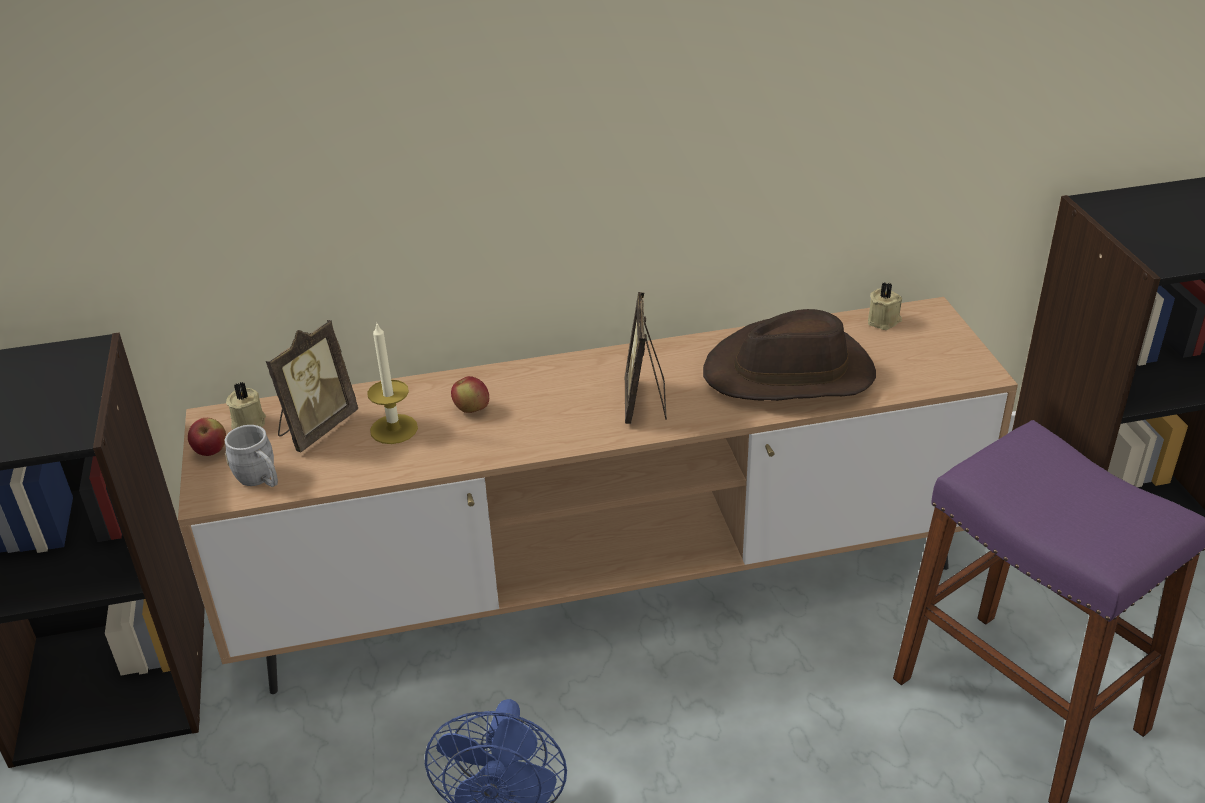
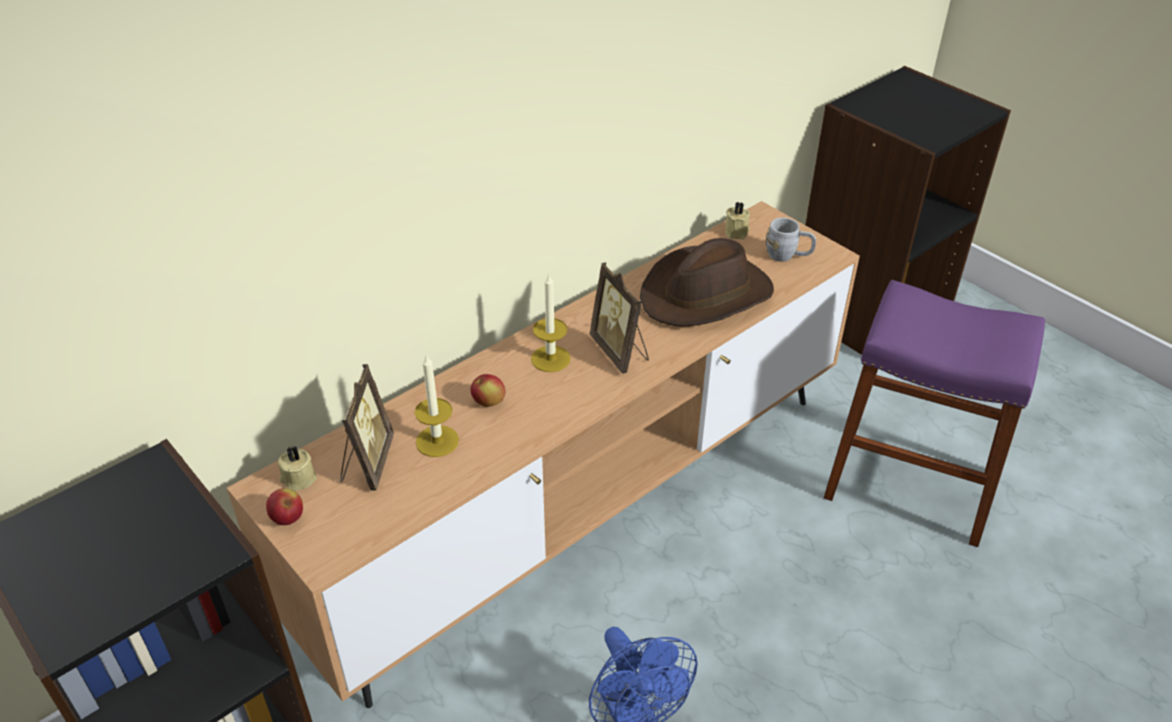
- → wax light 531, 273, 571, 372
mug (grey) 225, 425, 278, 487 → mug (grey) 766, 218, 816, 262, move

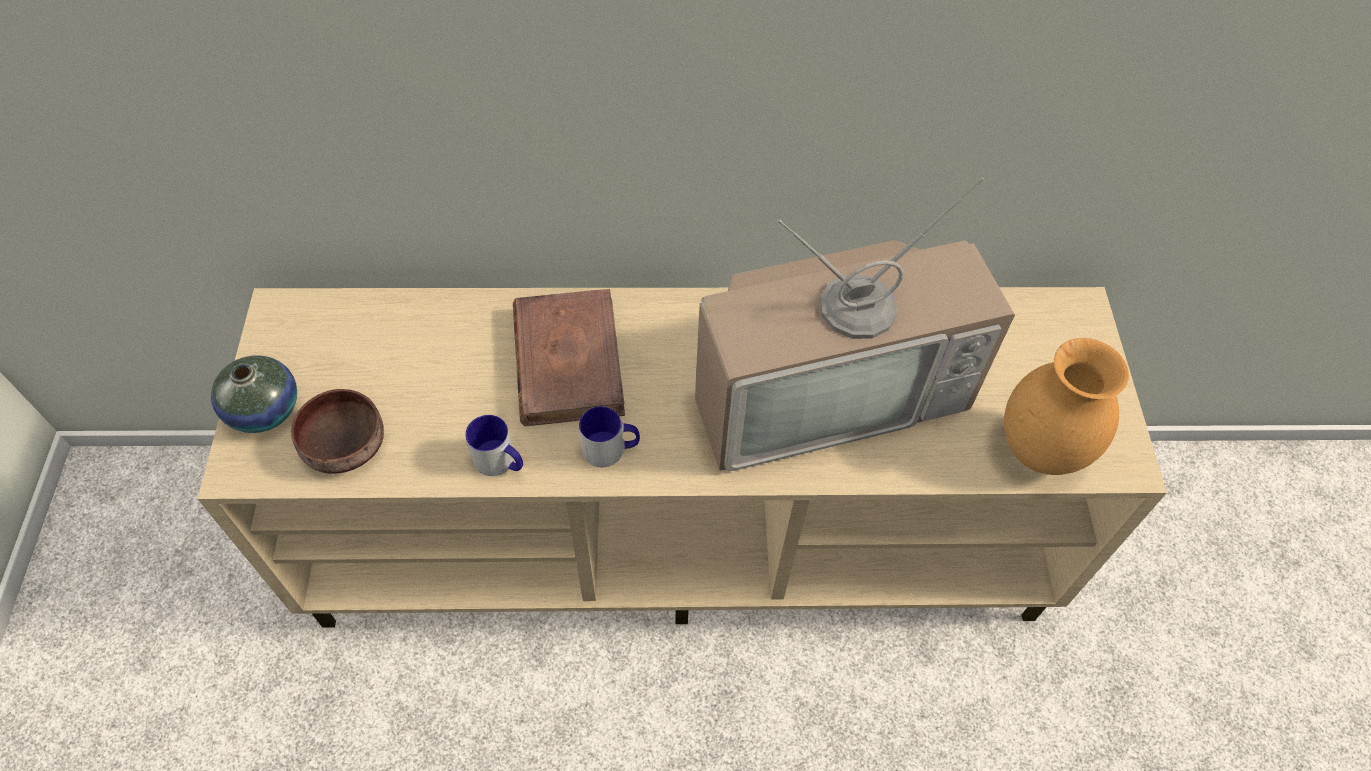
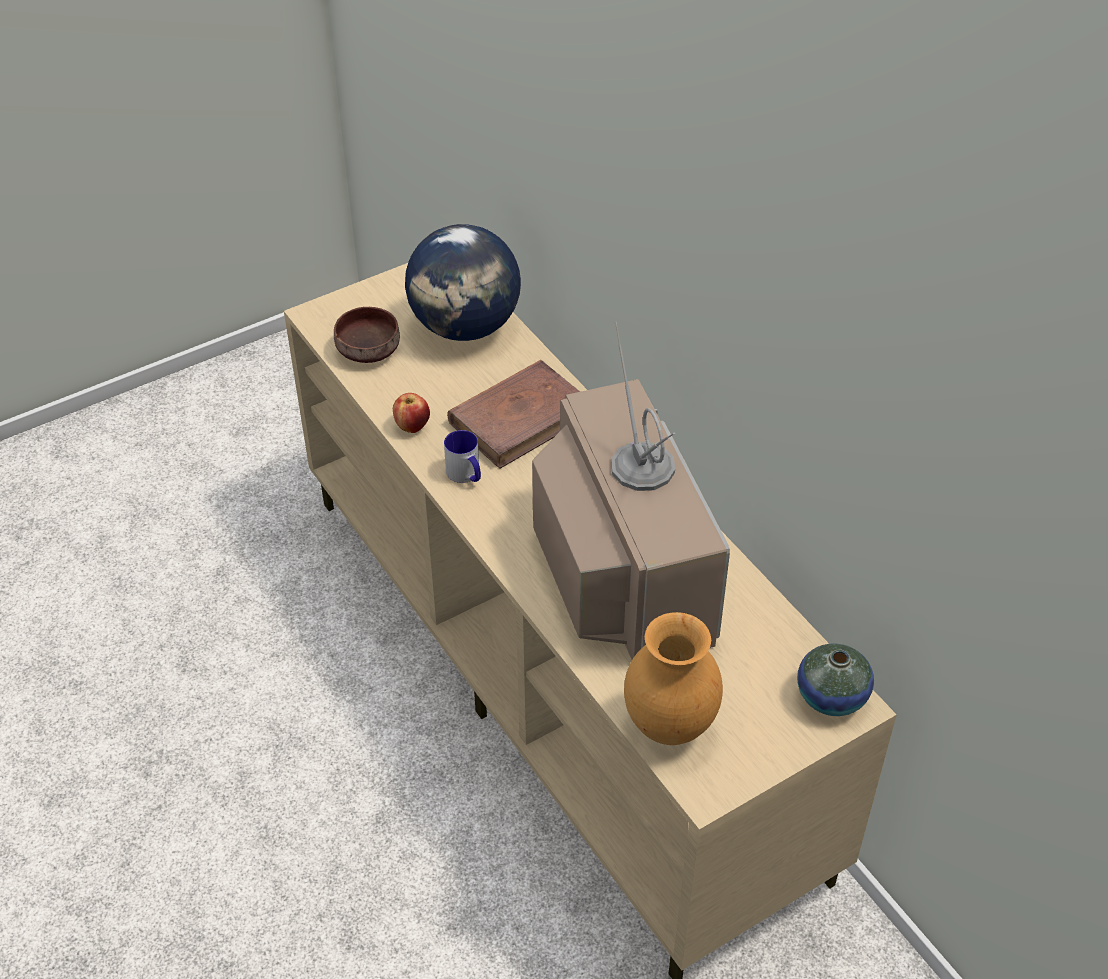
mug 465, 415, 523, 476 → whole apple 393, 393, 430, 433
- → desk globe 405, 224, 521, 341
TV 695, 178, 1015, 471 → TV 532, 322, 730, 659, 150 degrees counterclockwise
decorative vase 211, 355, 297, 433 → decorative vase 797, 643, 874, 716, move

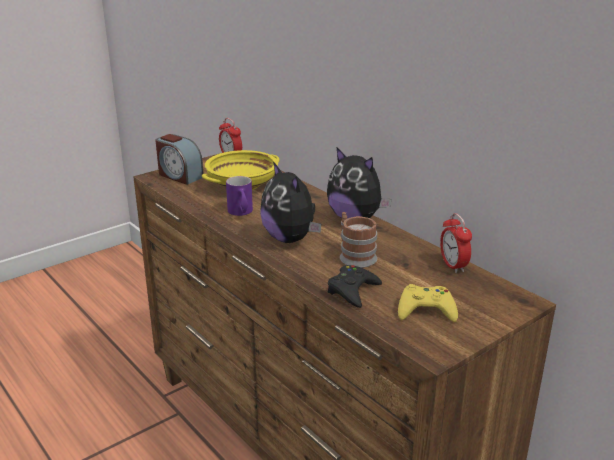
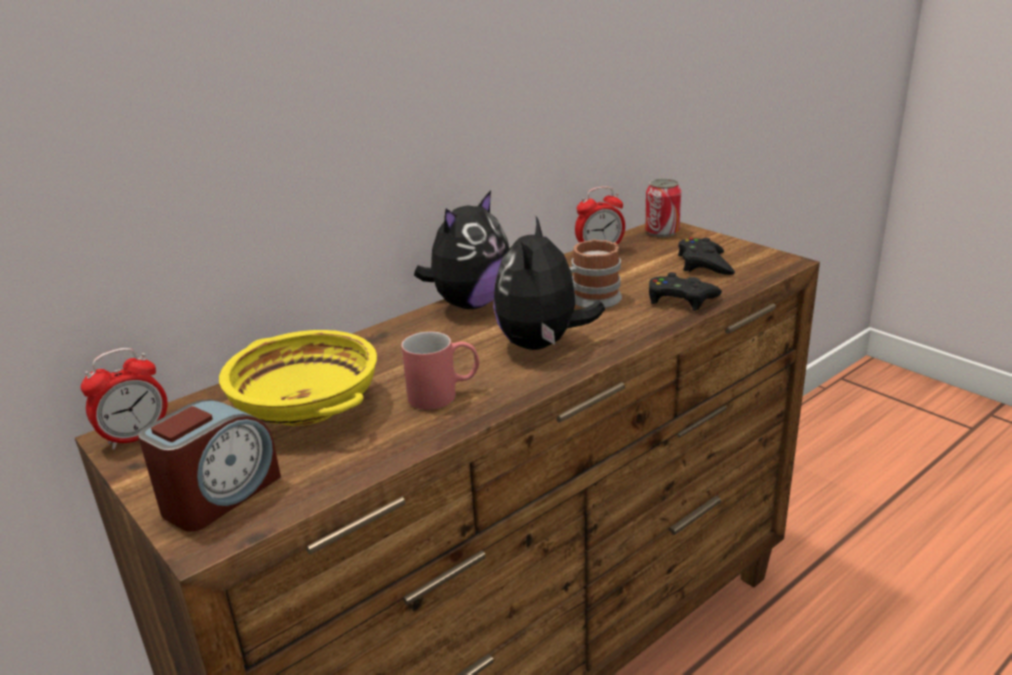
mug (purplish) 226, 176, 253, 216 → mug (reddish) 401, 332, 479, 410
cuddly toy 260, 162, 321, 243 → cuddly toy 493, 216, 605, 350, 135 degrees clockwise
- → metal can 645, 179, 681, 237
joypad (yellow-coloured) 398, 284, 458, 322 → joypad (blackish) 678, 238, 735, 275

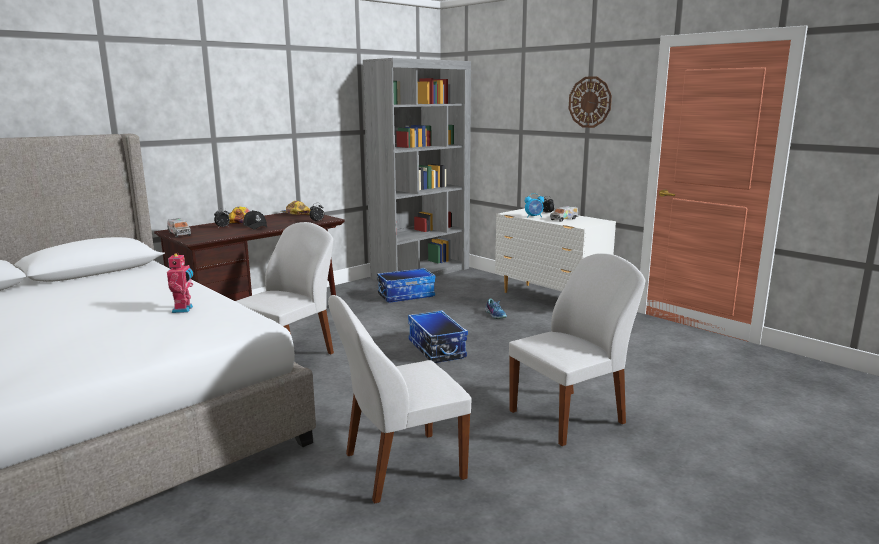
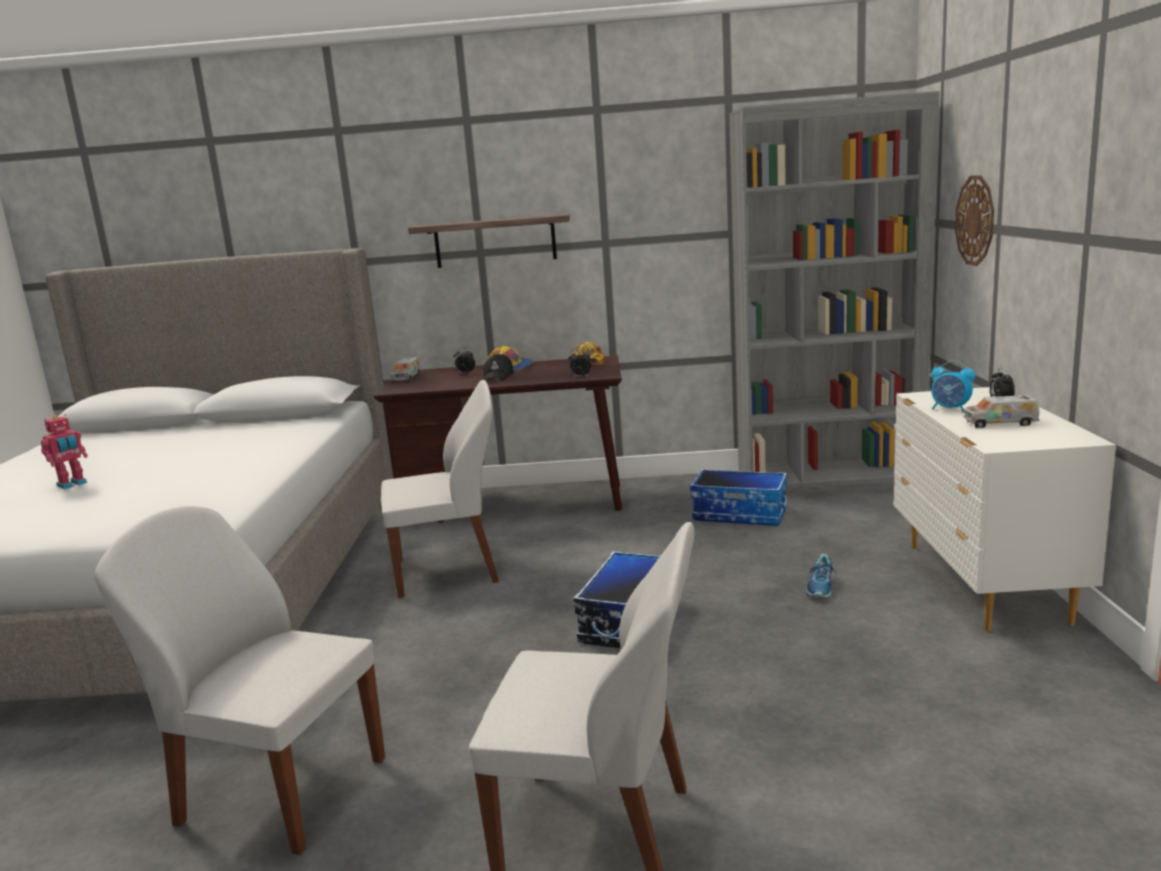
robot figure 167, 253, 193, 313 → robot figure 41, 414, 88, 489, move
- → shelf 408, 214, 570, 268
hanging clock 569, 76, 612, 128 → hanging clock 955, 175, 994, 266, move

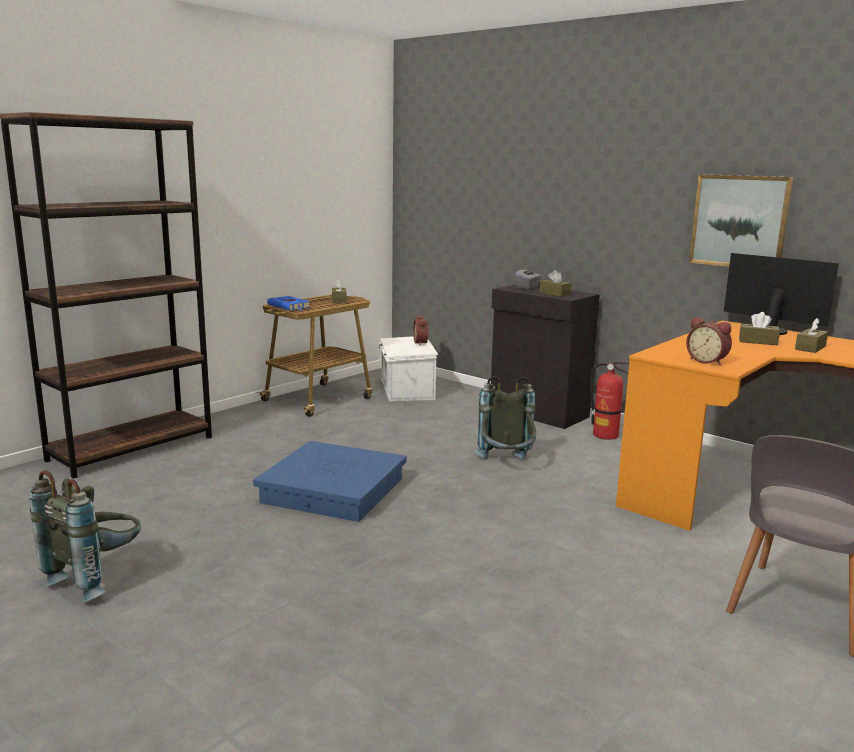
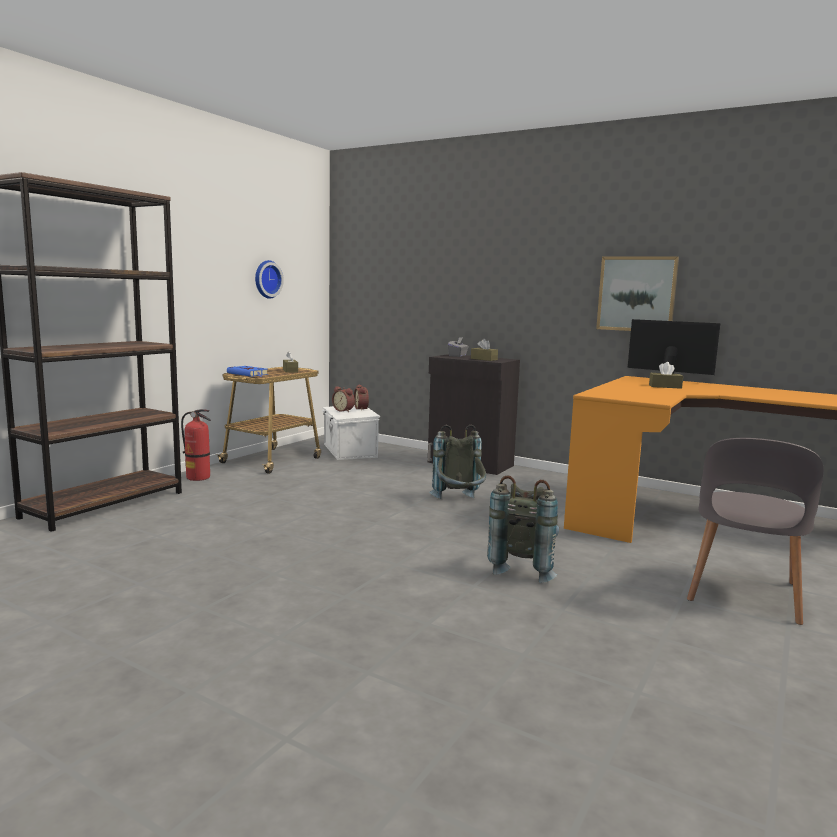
extinguisher 590, 361, 629, 440 → extinguisher 181, 409, 211, 481, move
- → hanging clock 255, 260, 284, 299
bedside clock 686, 317, 732, 365 → bedside clock 332, 387, 355, 412, move
knapsack (grey) 29, 470, 141, 603 → knapsack (grey) 487, 475, 559, 583, move
storage box (bluish) 253, 441, 407, 522 → -
tissue box (brownish) 795, 318, 828, 353 → -

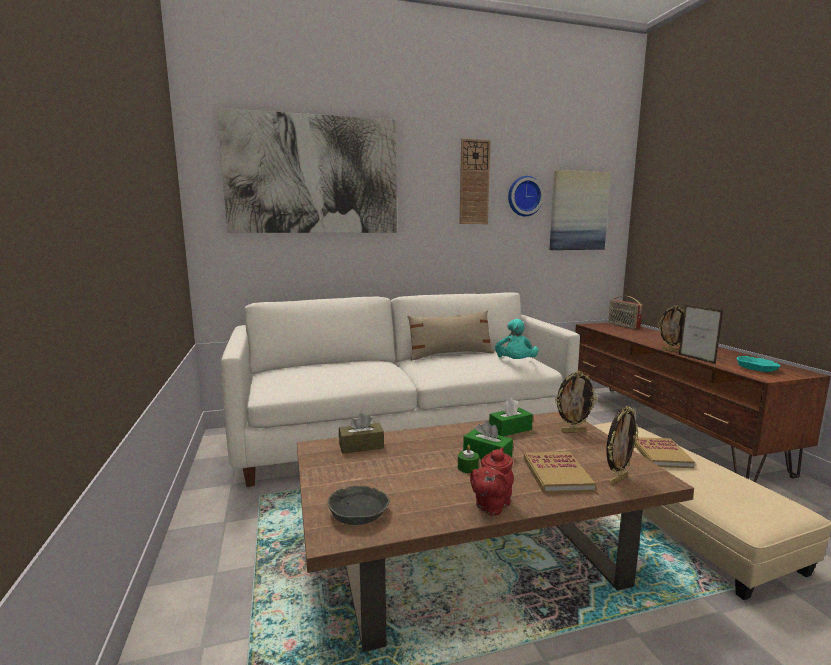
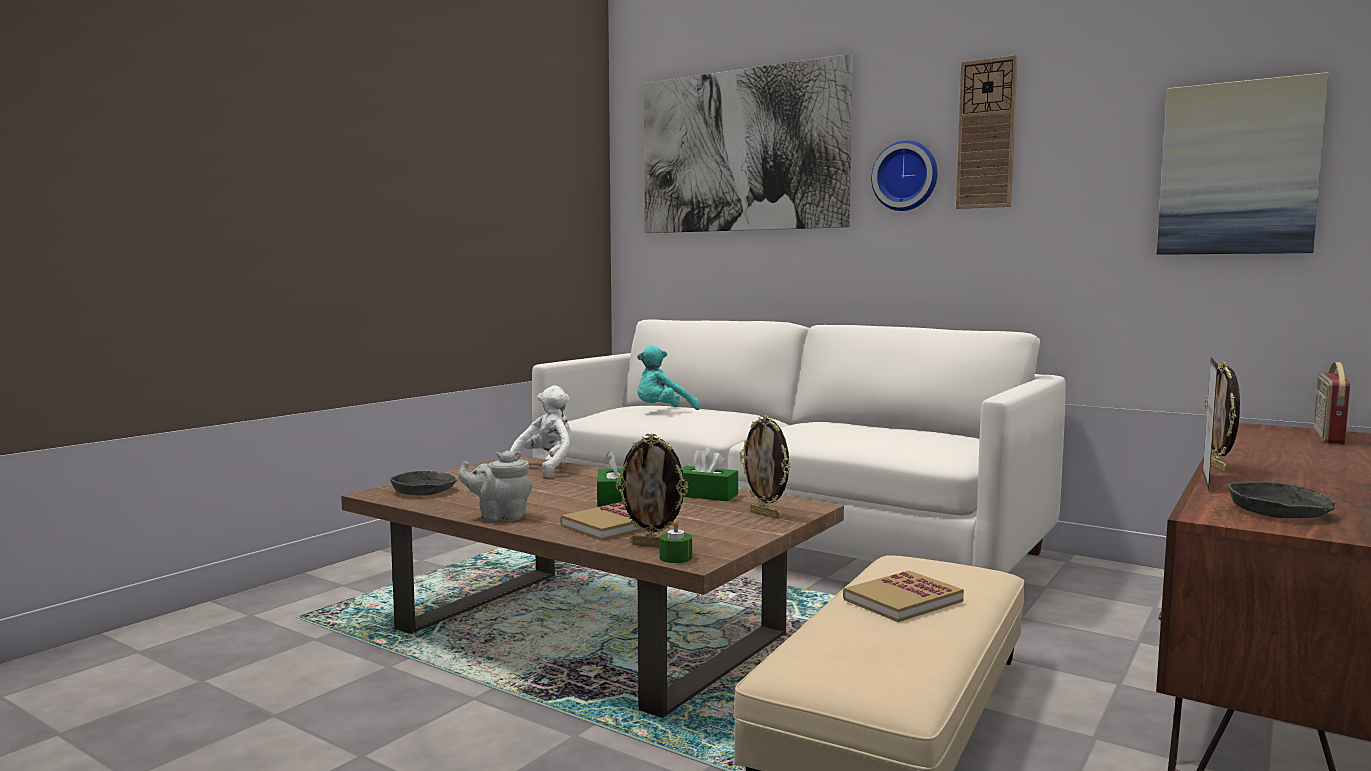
pot for tea (reddish) 470, 447, 514, 516 → pot for tea (grey) 458, 450, 532, 521
tissue box (brownish) 339, 413, 384, 454 → cuddly toy (whitish) 510, 386, 573, 478
cuddly toy (turquoise-coloured) 495, 319, 539, 359 → cuddly toy (turquoise-coloured) 637, 345, 700, 410, move
wax light (green) 458, 445, 479, 473 → wax light (green) 659, 519, 692, 563, move
hanging clock 508, 176, 544, 216 → hanging clock 871, 140, 938, 211, move
serving bowl (turquoise-coloured) 737, 356, 781, 372 → serving bowl (grey) 1227, 482, 1336, 518
pillow (beige-coloured) 408, 310, 494, 361 → -

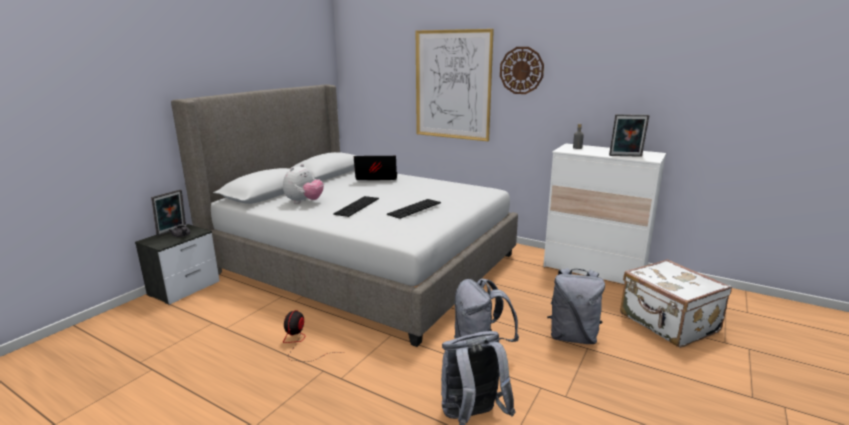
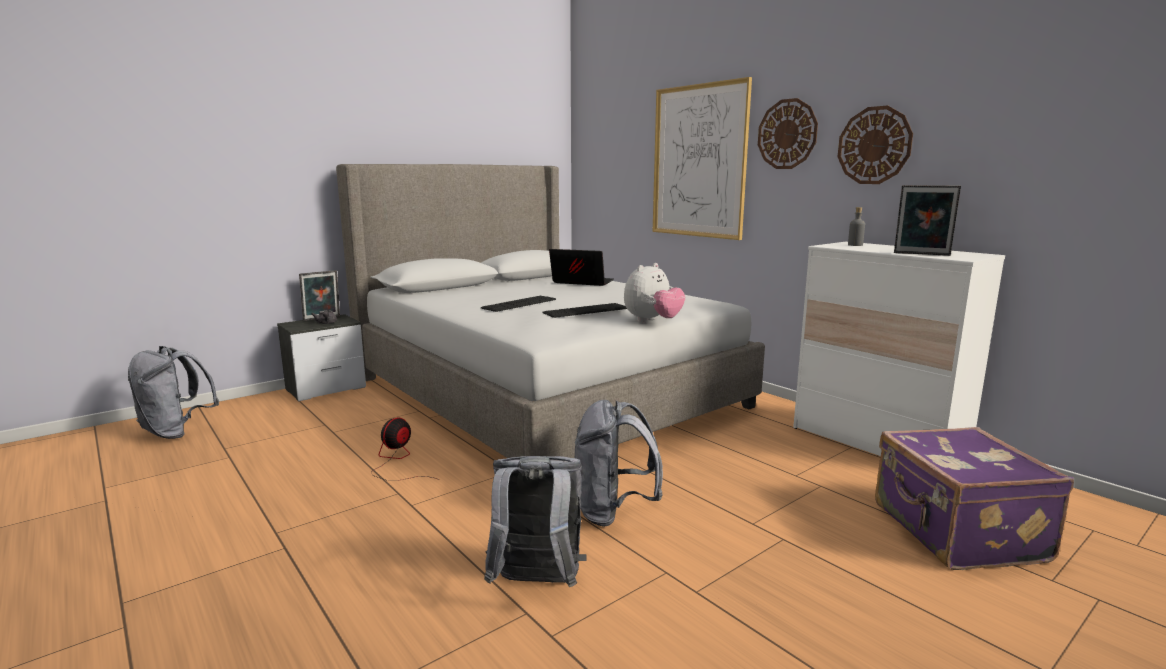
knapsack (grey) 547, 268, 605, 344 → knapsack (grey) 128, 346, 219, 439, move
cuddly toy 283, 164, 324, 204 → cuddly toy 624, 263, 685, 322, move
- → hanging clock 838, 106, 913, 184
travel case (whitish) 620, 259, 732, 348 → travel case (purplish) 875, 427, 1074, 570

